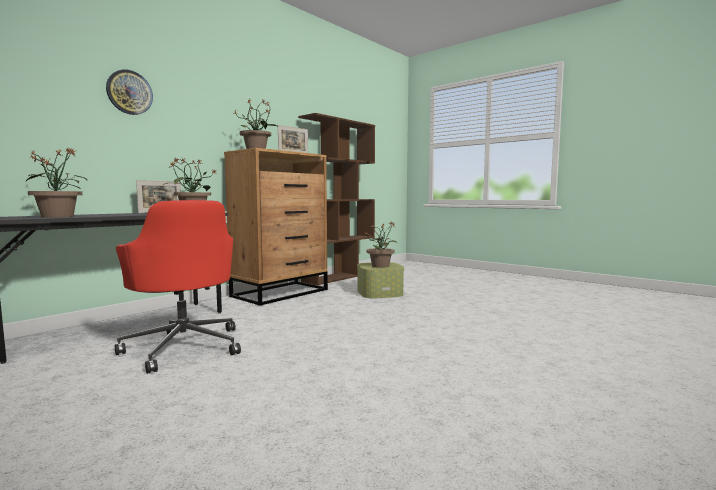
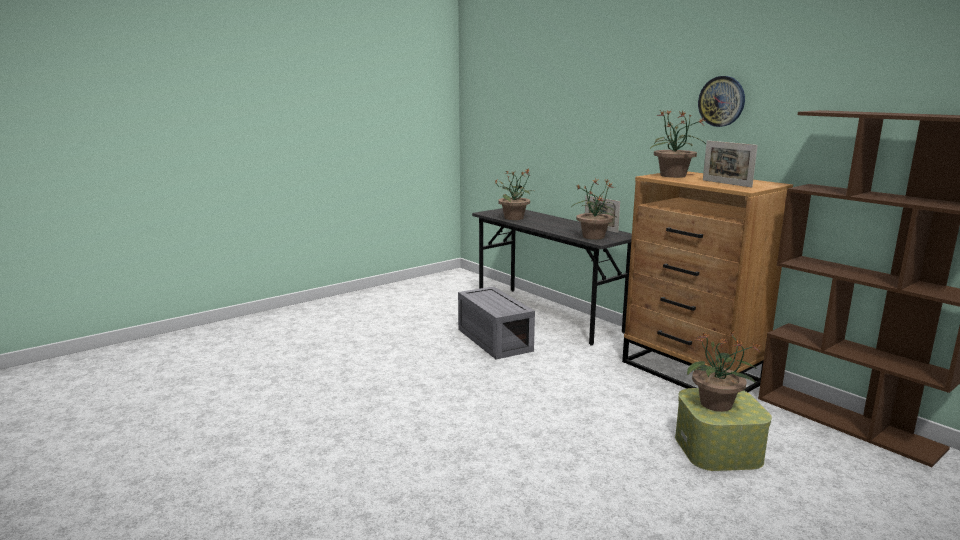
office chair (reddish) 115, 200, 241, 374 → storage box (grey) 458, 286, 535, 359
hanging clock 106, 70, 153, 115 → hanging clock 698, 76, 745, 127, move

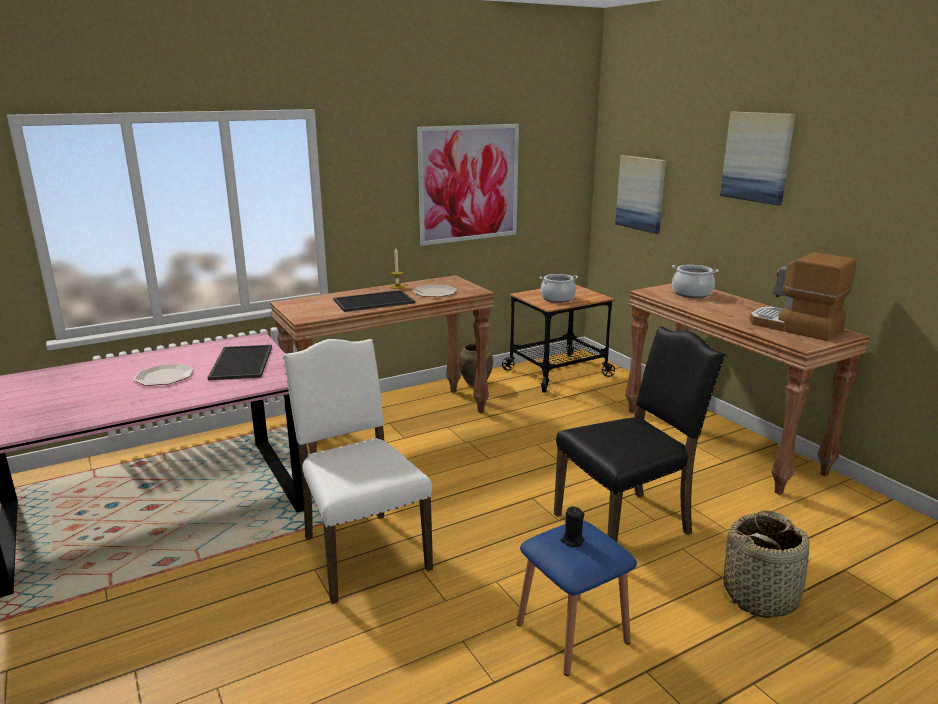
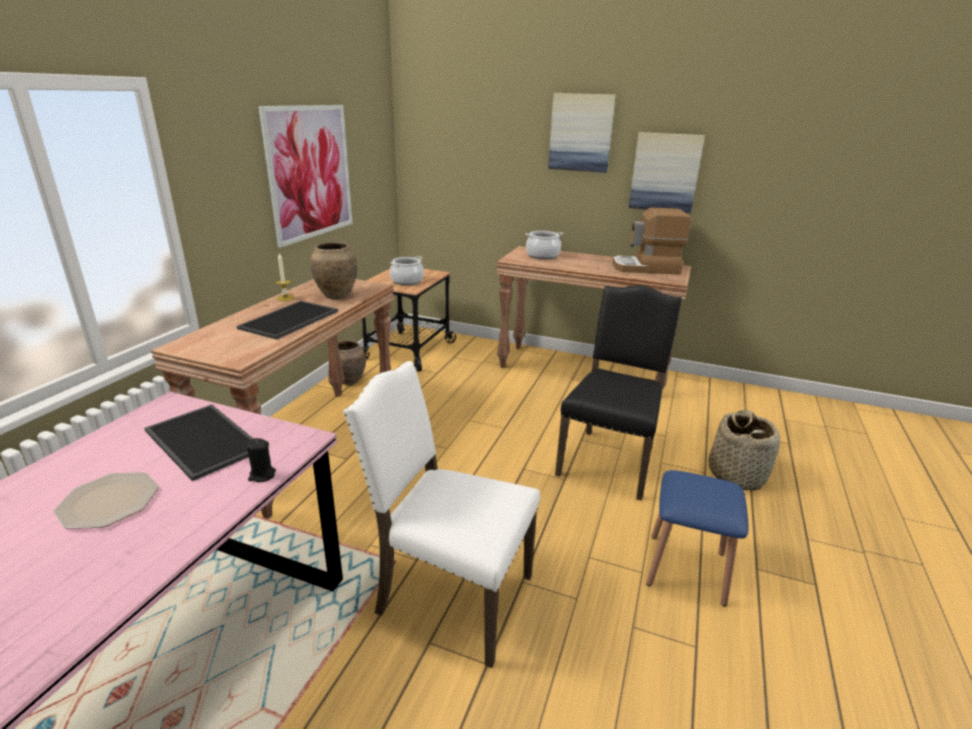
wax light (blackish) 560, 506, 585, 547 → wax light (blackish) 247, 438, 276, 482, move
plate 413, 284, 457, 297 → decorative vase (brownish) 310, 242, 357, 299
wall picture 615, 155, 666, 234 → wall picture 629, 132, 705, 213, move

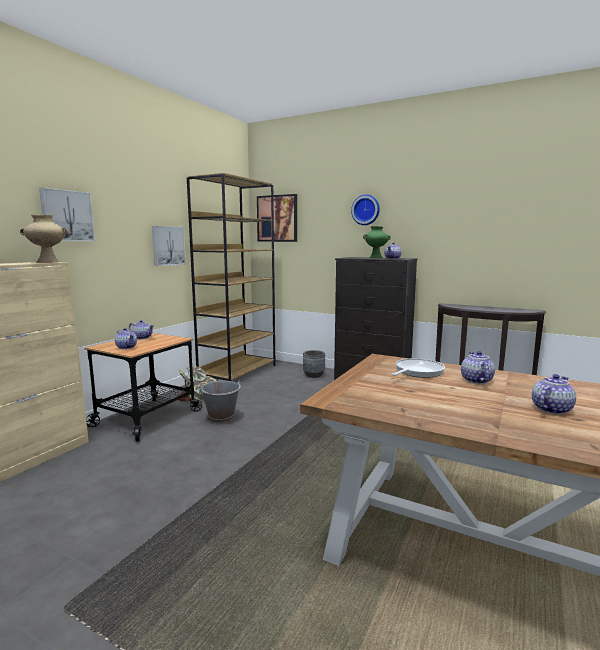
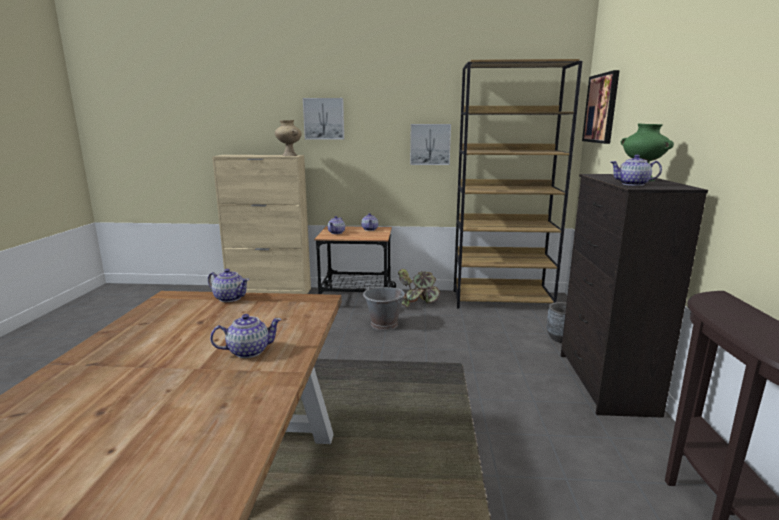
pot for tea 532, 374, 576, 414 → pot for tea 208, 269, 249, 302, move
hanging clock 351, 194, 380, 225 → -
frying pan 391, 358, 445, 378 → -

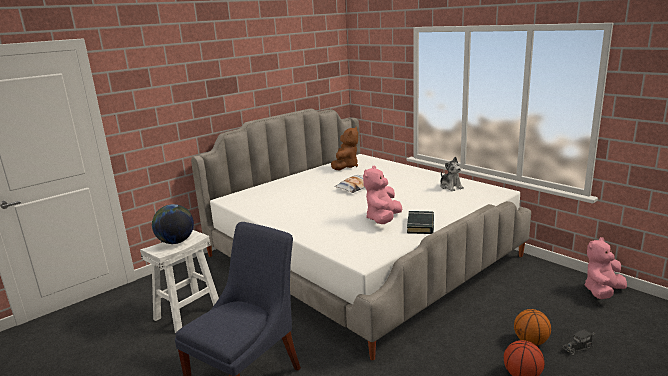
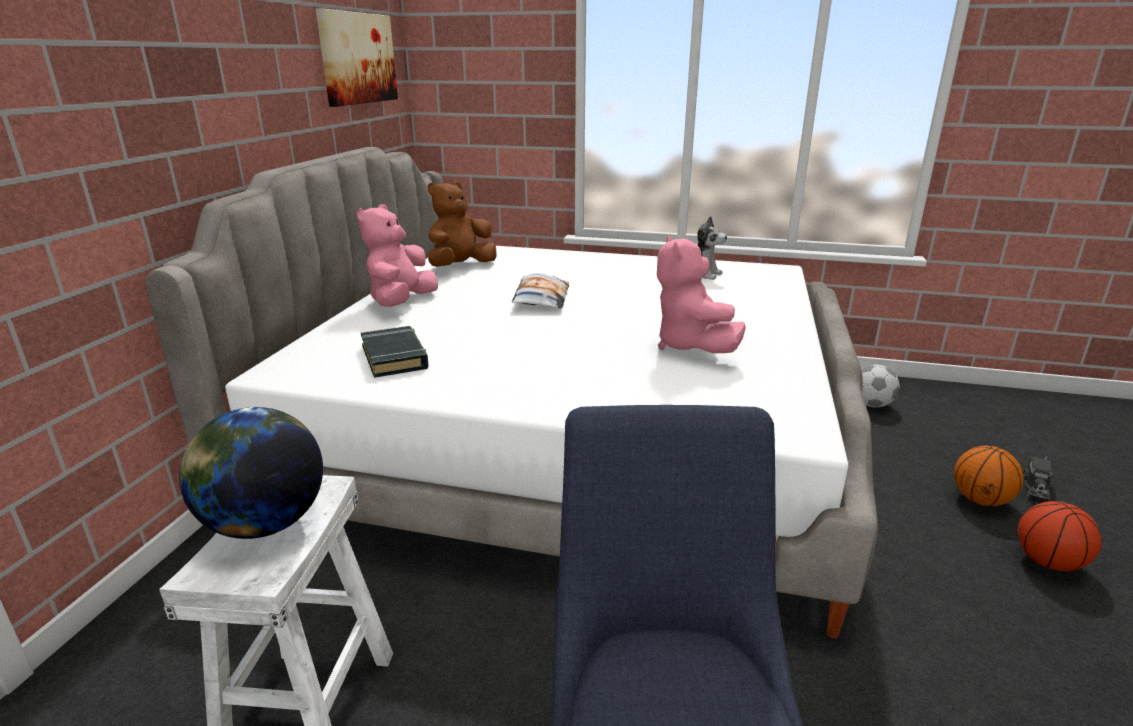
- → wall picture 316, 9, 398, 107
cuddly toy (pink) 585, 237, 627, 299 → cuddly toy (pink) 357, 204, 438, 307, move
volume (blackish) 407, 211, 434, 234 → volume (blackish) 361, 326, 429, 378, move
cuddly toy (brownish) 331, 127, 358, 170 → cuddly toy (brownish) 428, 181, 497, 267, 120 degrees counterclockwise
- → ball for football 861, 365, 900, 407

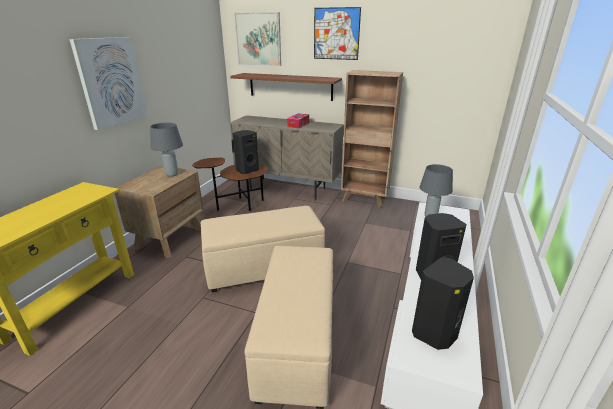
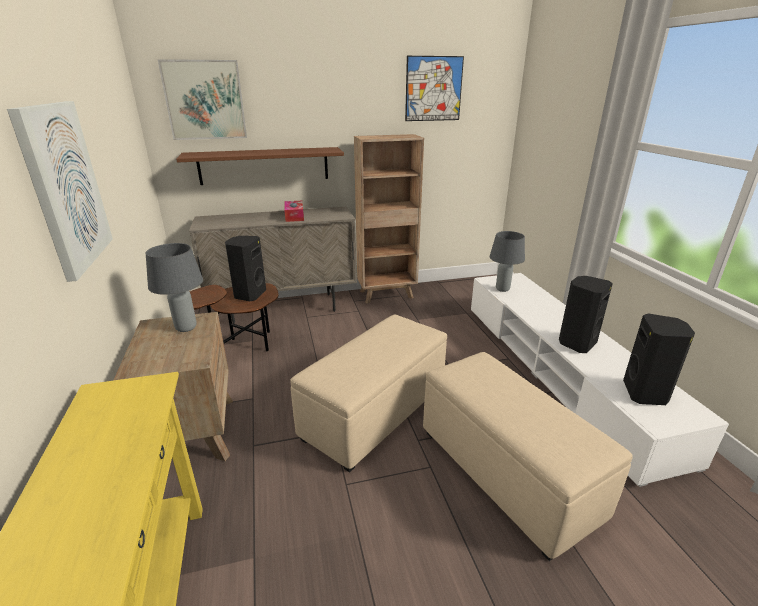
wall picture 314, 7, 361, 60 → wall picture 405, 56, 464, 121, move

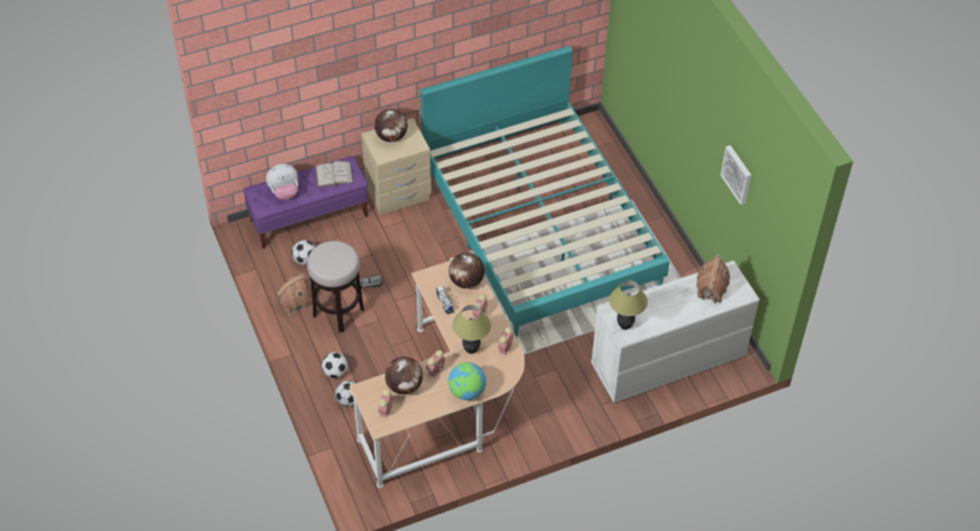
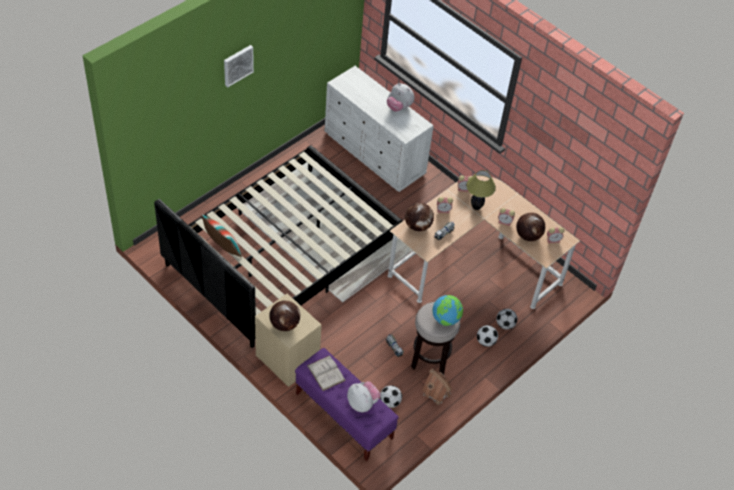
bedroom bed (turquoise-coloured) 420, 46, 670, 337 → bedroom bed (blackish) 154, 145, 402, 348
- → pillow 201, 214, 242, 257
wall picture 721, 145, 751, 205 → wall picture 224, 45, 254, 87, move
- → cuddly toy 387, 83, 414, 112
desk globe 448, 362, 486, 400 → desk globe 432, 295, 463, 326, move
table lamp 609, 280, 648, 330 → -
miniature house 696, 254, 730, 304 → -

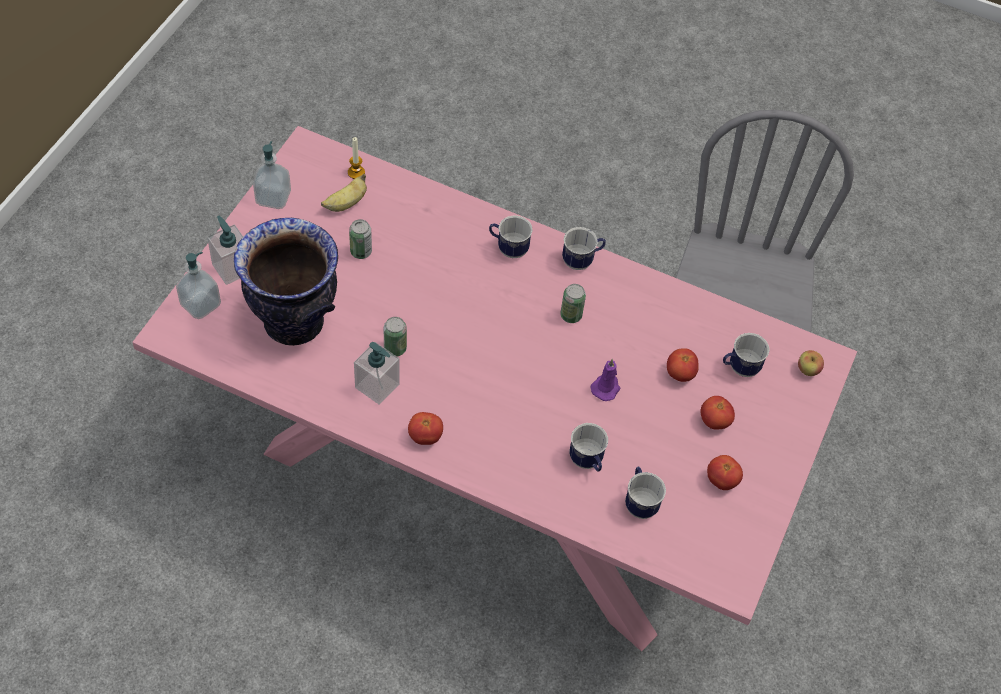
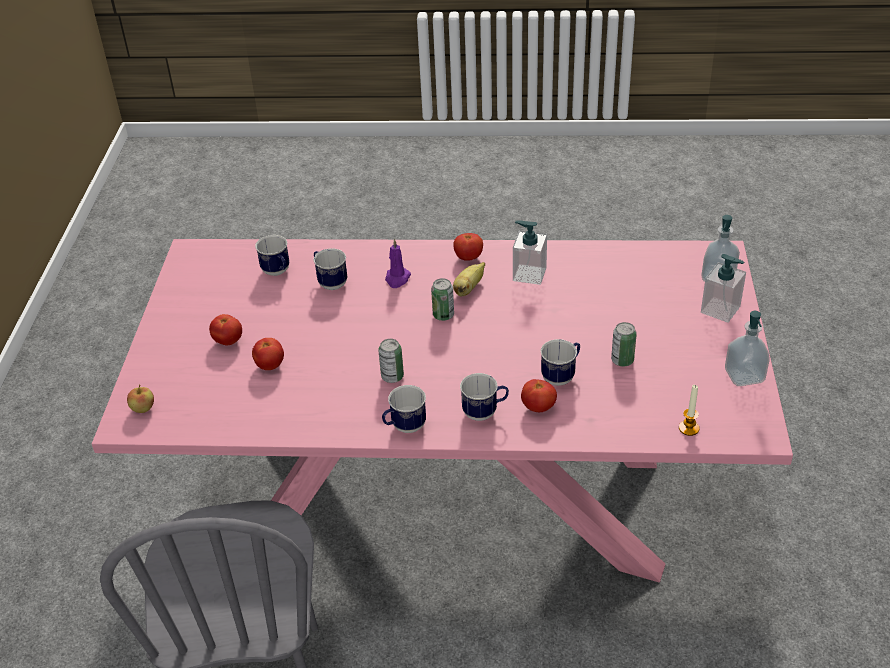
wax light (purplish) 590, 359, 621, 401 → wax light (purplish) 385, 238, 411, 288, move
metal can 384, 317, 407, 356 → metal can 431, 278, 454, 321, move
whole banana 321, 174, 367, 212 → whole banana 453, 262, 485, 297, move
whole tomato 707, 455, 743, 490 → whole tomato 521, 379, 557, 412, move
mug 723, 333, 769, 377 → mug 540, 339, 580, 386, move
decorative vase 234, 218, 338, 346 → -

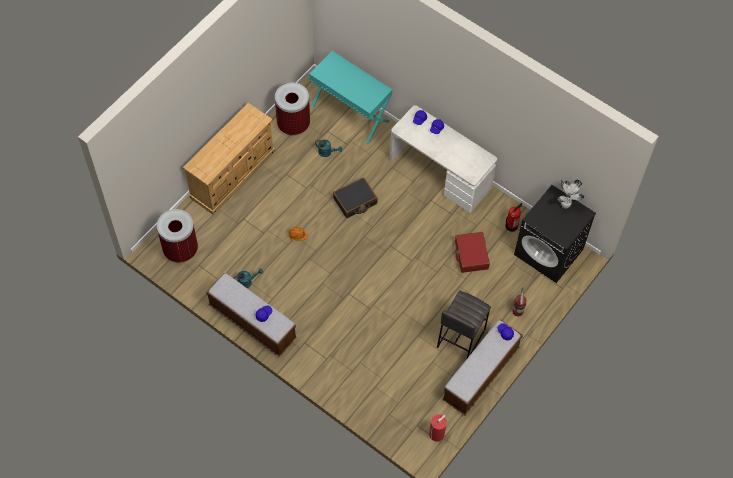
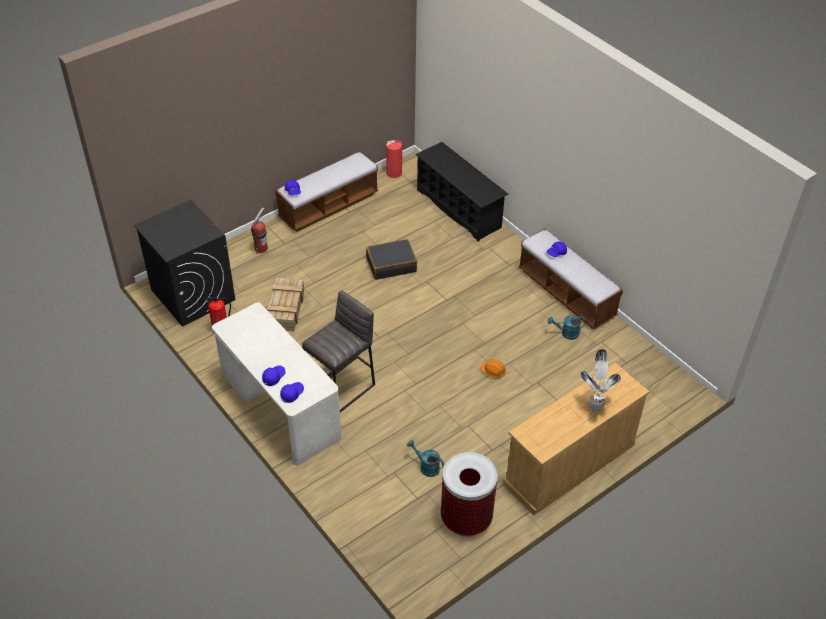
travel case (reddish) 455, 232, 490, 273 → shipping crate 267, 278, 304, 331
stool seat (grey) 437, 290, 491, 358 → stool seat (grey) 302, 290, 375, 412, move
travel case (blackish) 333, 177, 378, 218 → travel case (blackish) 366, 239, 417, 280, move
- → shoe shelf (blackish) 415, 142, 508, 242
plant in a pot 557, 179, 585, 209 → plant in a pot 580, 349, 621, 412, move
trash can 157, 209, 198, 263 → -
narrow table (turquoise-coloured) 309, 51, 392, 144 → -

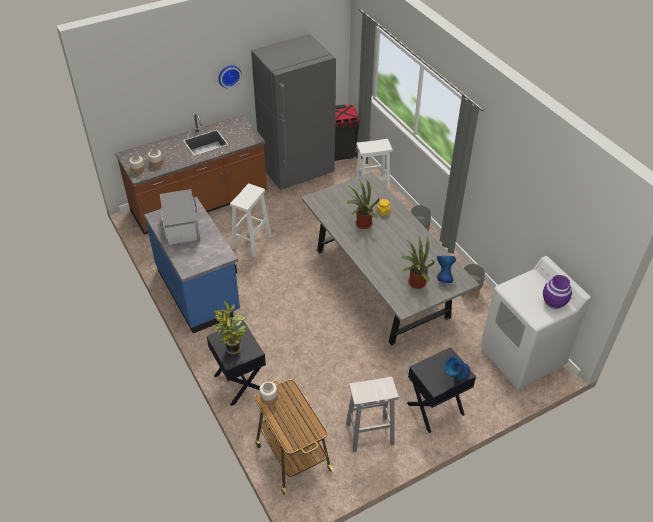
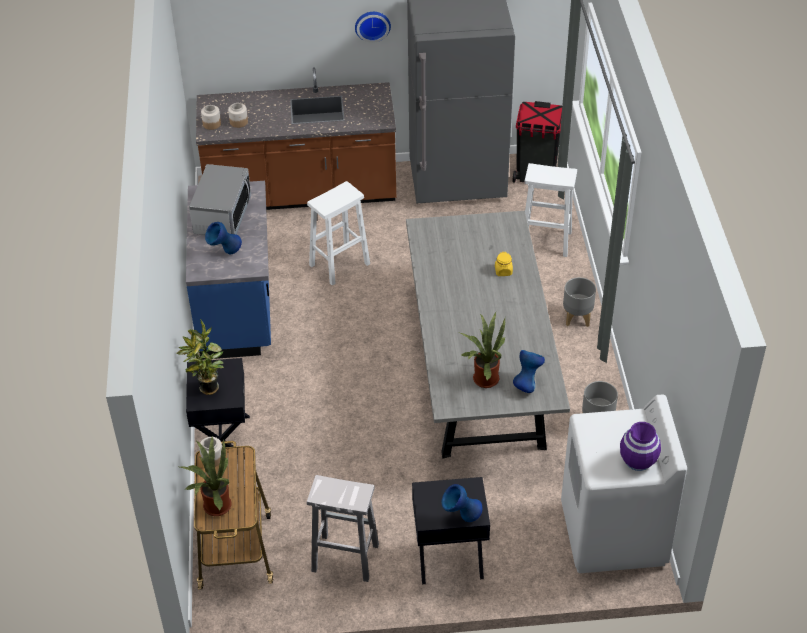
plant in a pot 347, 178, 379, 229 → plant in a pot 180, 436, 232, 516, move
- → decorative vase (bluish) 205, 222, 242, 254

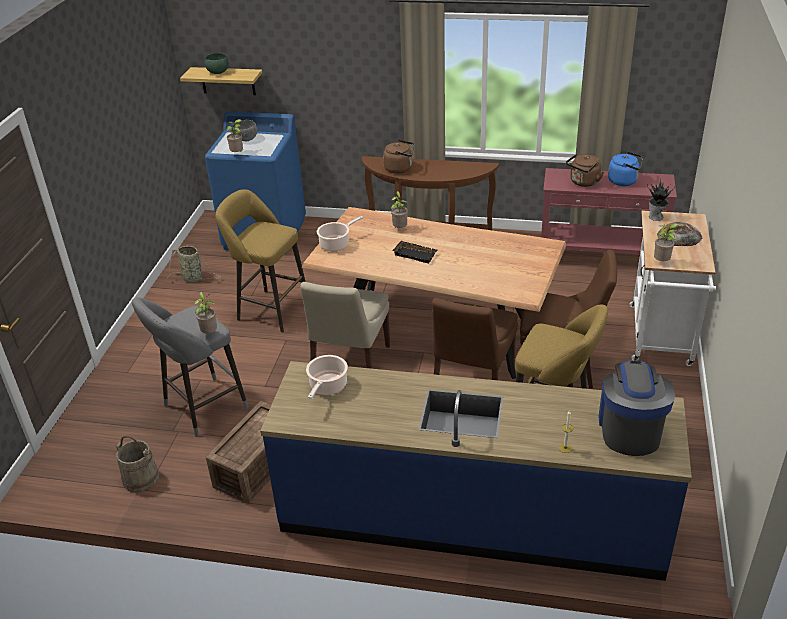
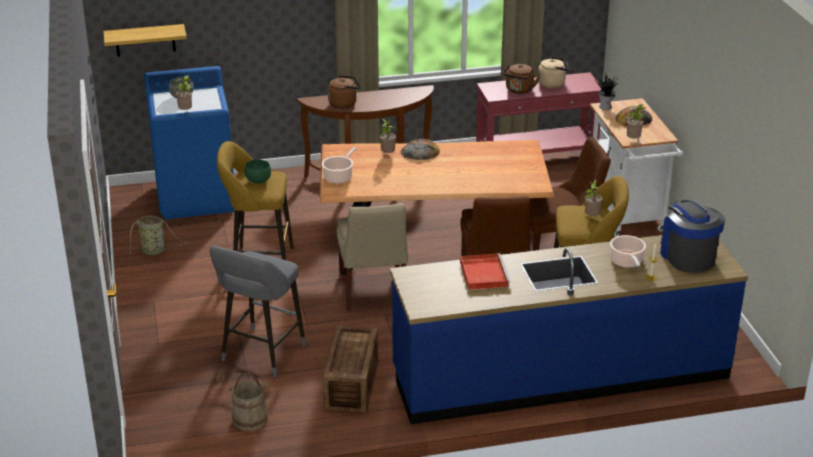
serving bowl (green) 205, 53, 229, 74 → serving bowl (green) 245, 159, 271, 183, move
- → bakery bread 401, 139, 440, 160
- → tray (reddish) 460, 253, 511, 290
kettle (bluish) 608, 151, 643, 186 → kettle (beige-coloured) 538, 56, 570, 88
plant in a pot 194, 292, 217, 333 → plant in a pot 585, 179, 603, 216, move
cooking pot 306, 355, 348, 399 → cooking pot 610, 235, 646, 268, move
tray (blackish) 392, 241, 438, 263 → -

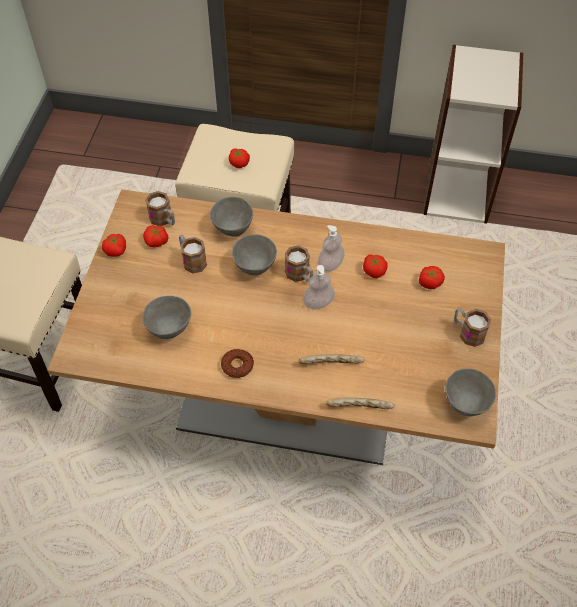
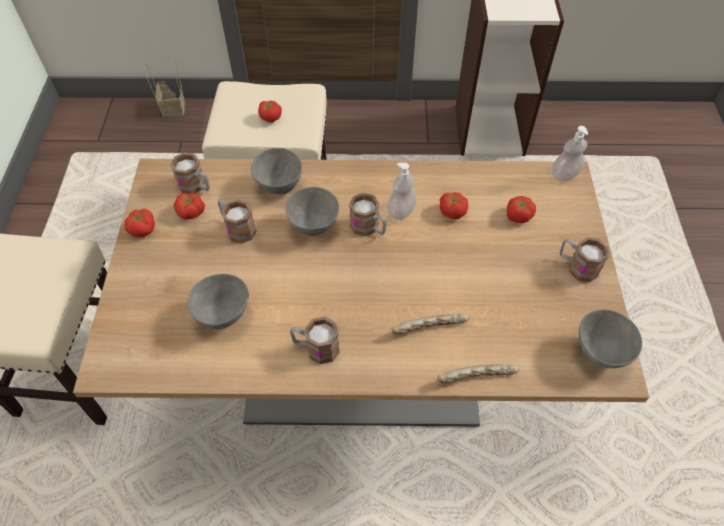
- → storage basket 144, 60, 185, 117
ring doughnut 221, 349, 254, 378 → mug 290, 317, 340, 364
soap bottle 303, 265, 335, 309 → soap bottle 552, 126, 588, 182, move

